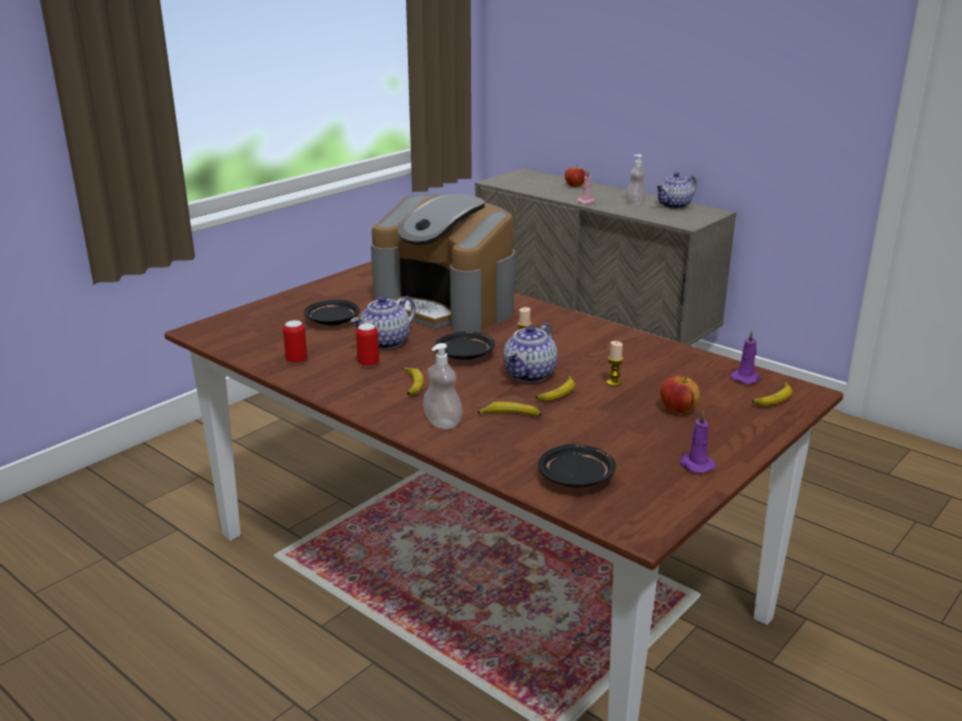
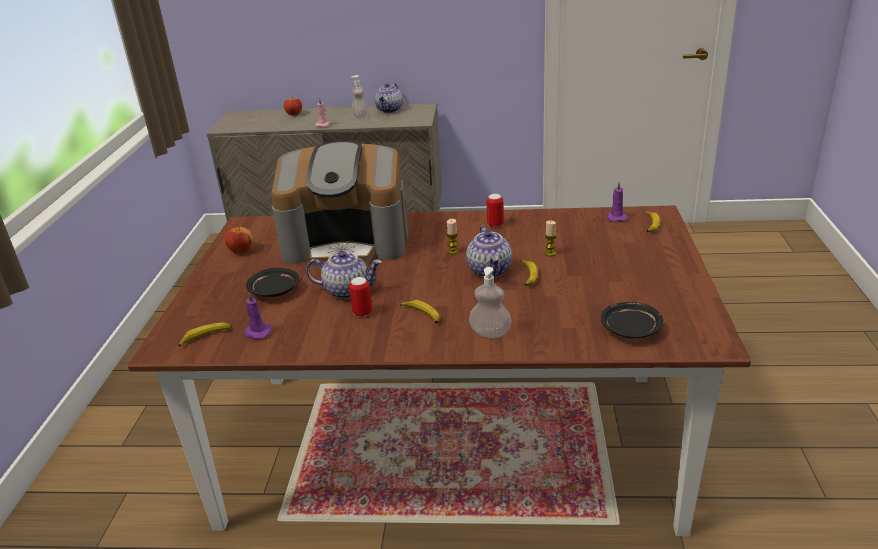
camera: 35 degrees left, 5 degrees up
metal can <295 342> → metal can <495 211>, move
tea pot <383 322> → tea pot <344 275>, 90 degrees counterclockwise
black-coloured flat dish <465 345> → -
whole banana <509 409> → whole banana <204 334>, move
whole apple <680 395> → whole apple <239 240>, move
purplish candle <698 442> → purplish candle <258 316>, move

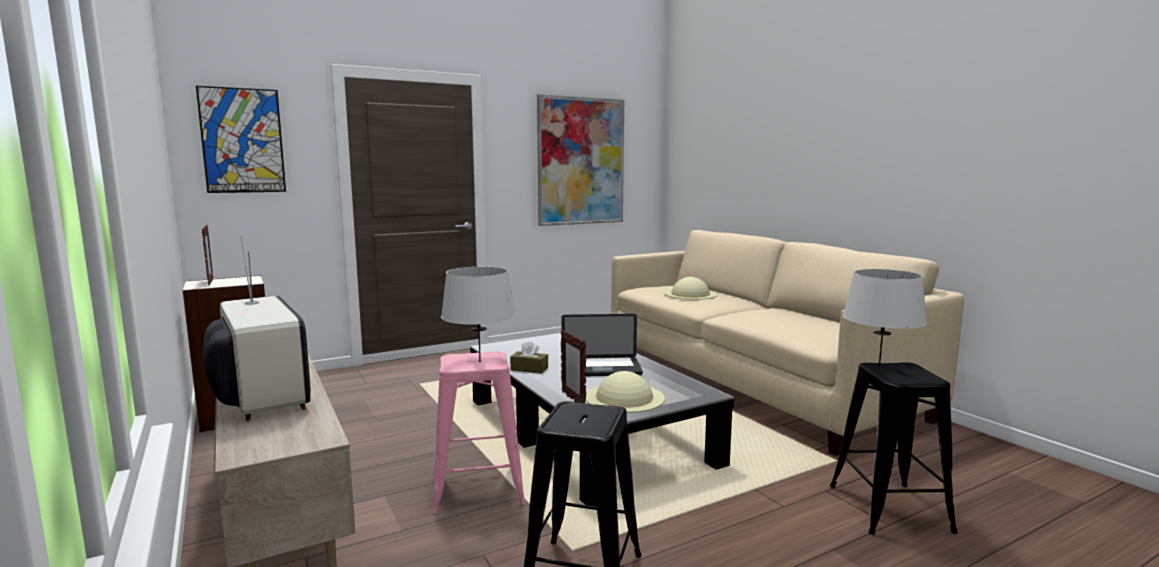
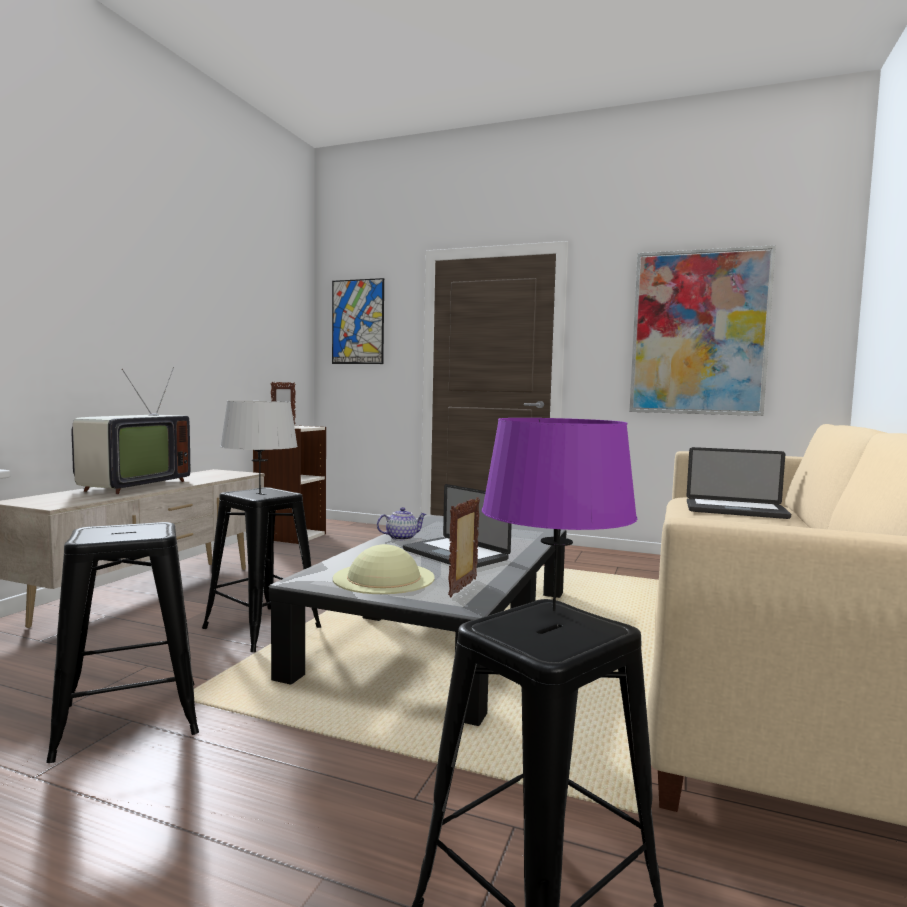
camera: 50 degrees right, 5 degrees down
pink-coloured stool <479 433> → black-coloured stool <261 569>
brown tissue holder <529 357> → tea pot <401 523>
standing frame <573 366> → standing frame <464 547>, move
beige-coloured wearable hat <691 288> → portable computer <738 483>
grey tabletop lamp <885 318> → purplish tabletop lamp <559 514>

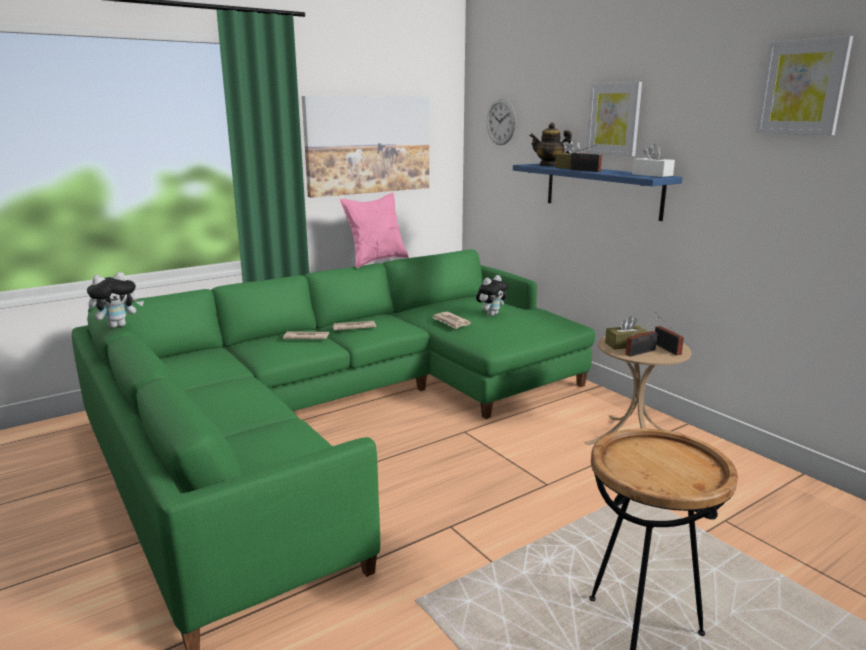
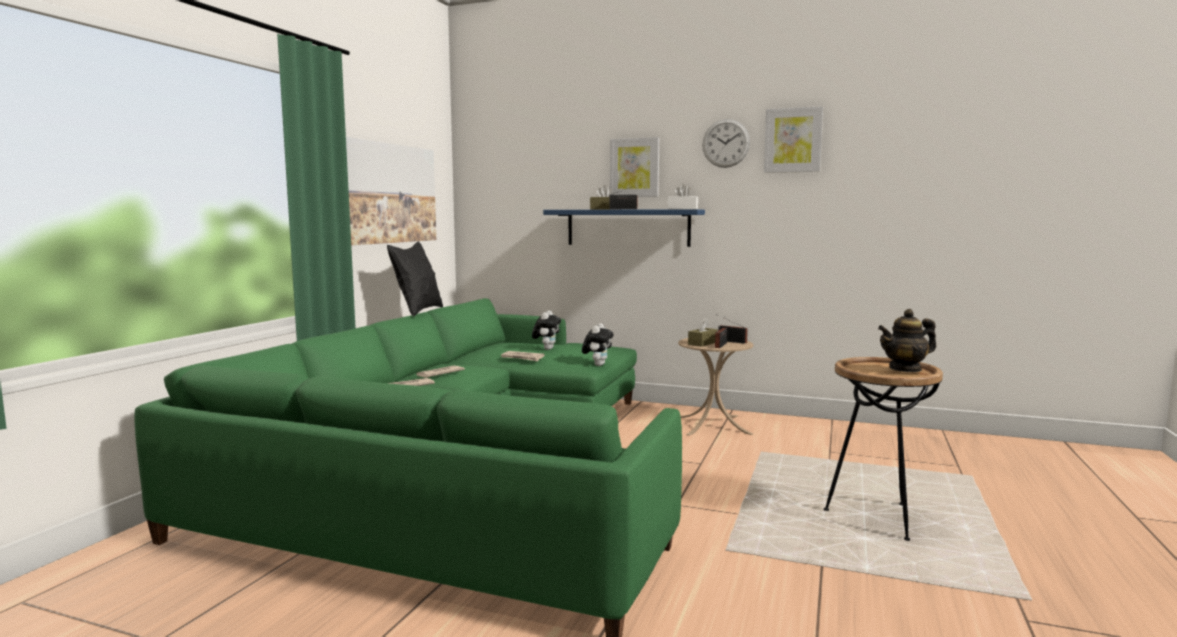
camera: 35 degrees left, 10 degrees down
plush toy <115 300> → plush toy <598 344>, move
pink-coloured throw pillow <374 230> → black-coloured throw pillow <415 279>
hanging clock <501 122> → hanging clock <726 143>, move
tea pot <551 144> → tea pot <907 340>, move

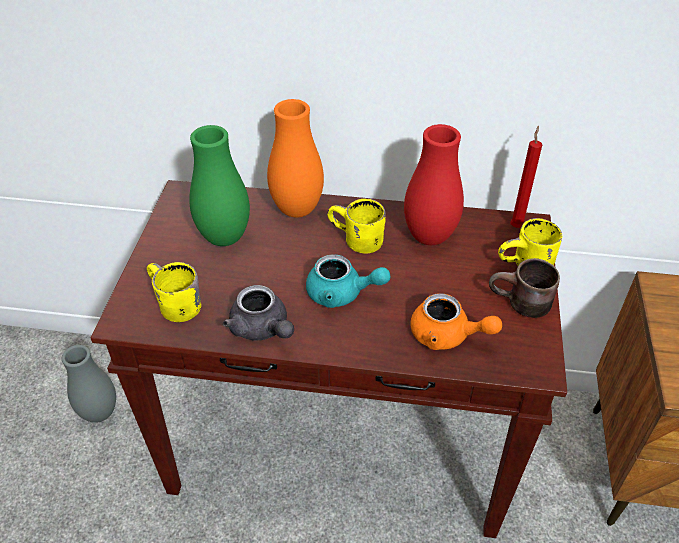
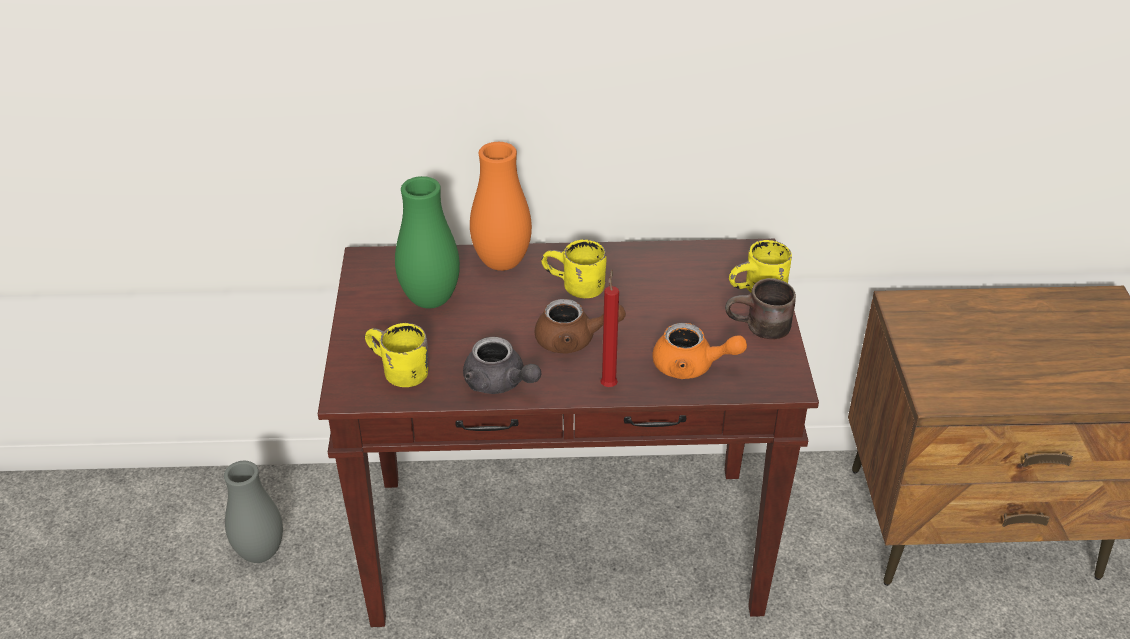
camera: 10 degrees left, 5 degrees down
turquoise tea pot <348 281> → brown tea pot <580 326>
red-coloured vase <434 184> → -
red-coloured candle <526 177> → red-coloured candle <609 328>, move

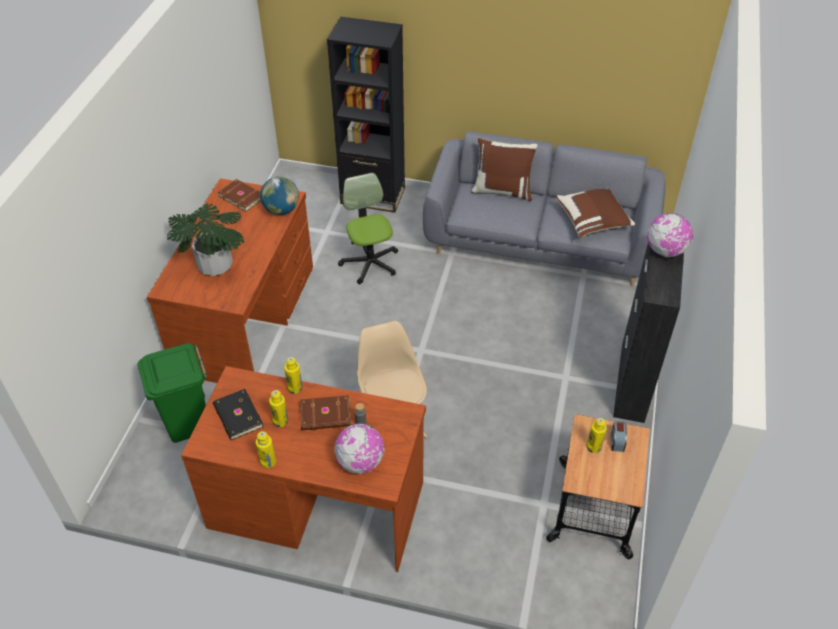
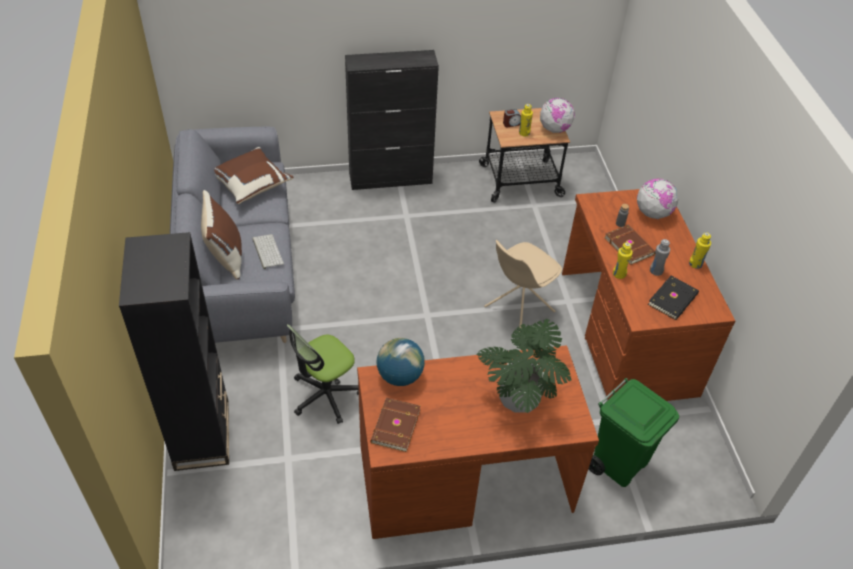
camera: 115 degrees left, 0 degrees up
yellow-coloured beverage bottle <278 408> → grey beverage bottle <660 257>
world globe <670 235> → world globe <557 115>, move
- → keyboard <268 251>

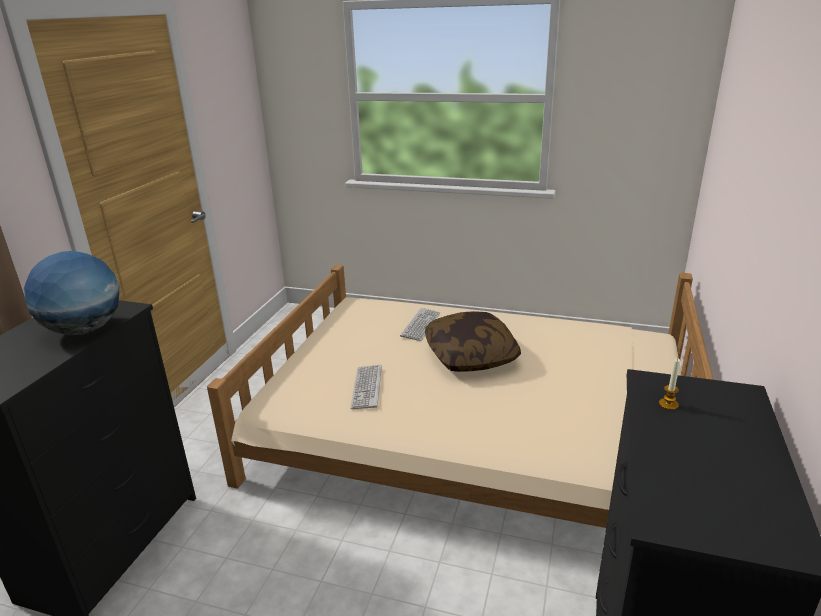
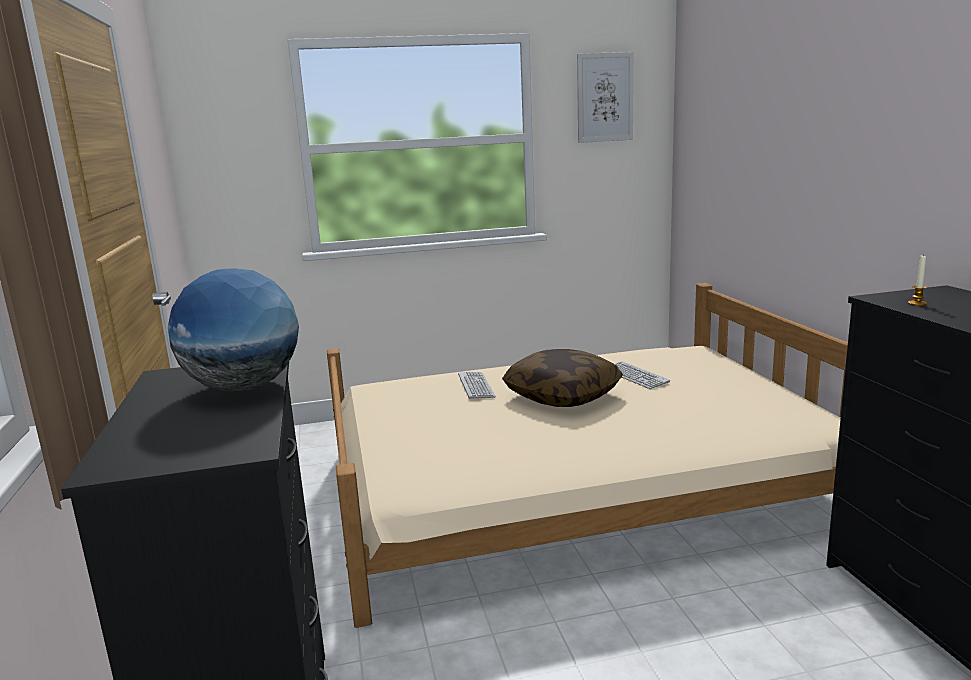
camera: 30 degrees left, 10 degrees down
keyboard <366 387> → keyboard <642 375>, move
- → picture <605 97>

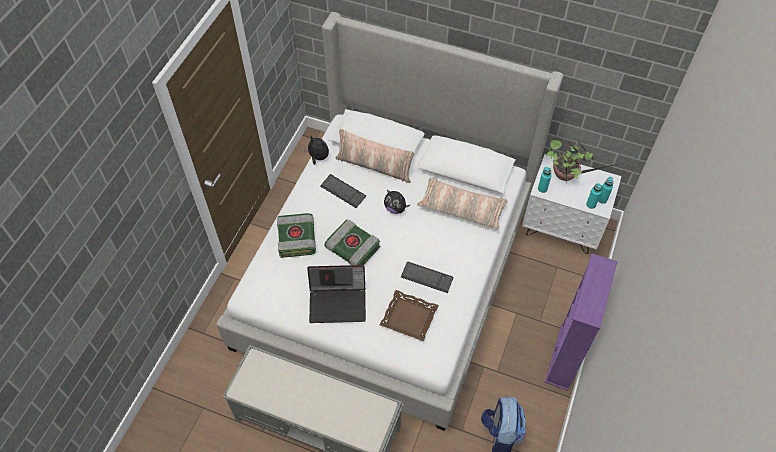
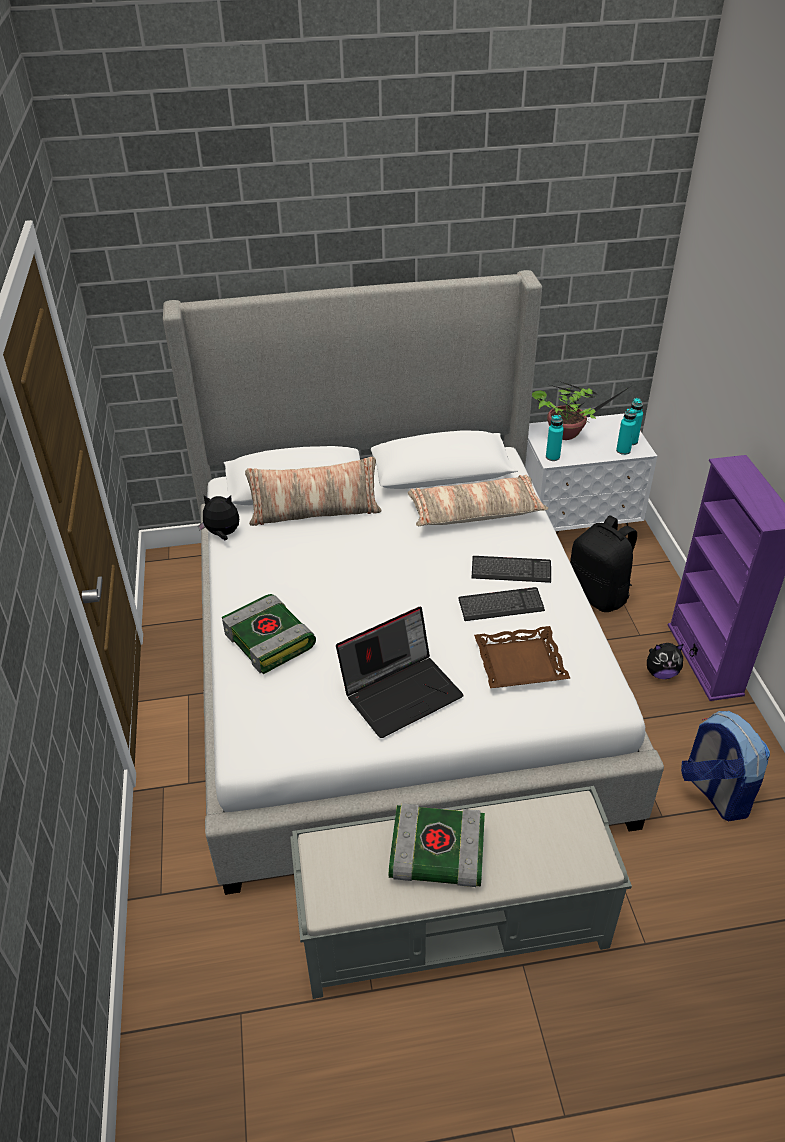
camera: 30 degrees left, 15 degrees down
keyboard <343 191> → keyboard <511 569>, move
book <352 242> → book <437 845>, move
plush toy <397 202> → plush toy <665 661>, move
- → black-coloured rucksack <603 563>

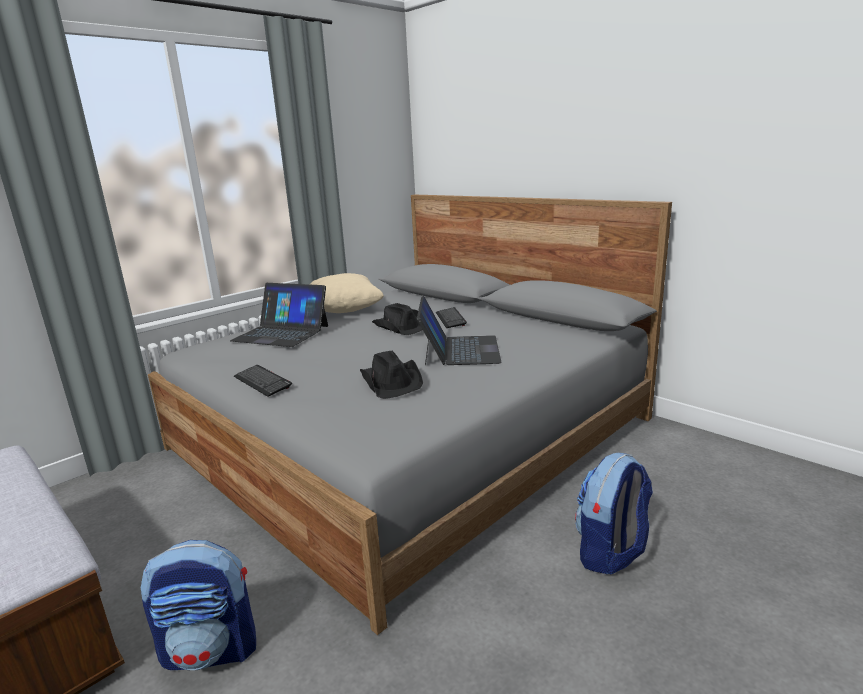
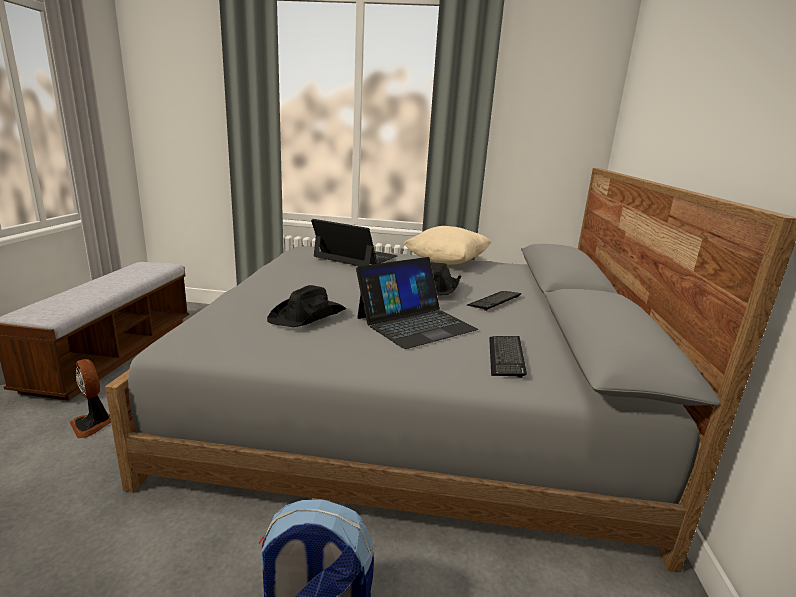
camera: 50 degrees right, 0 degrees up
rucksack <198 605> → electric fan <90 398>
portable computer <279 315> → portable computer <354 242>, 135 degrees clockwise
keyboard <263 381> → keyboard <508 357>, move

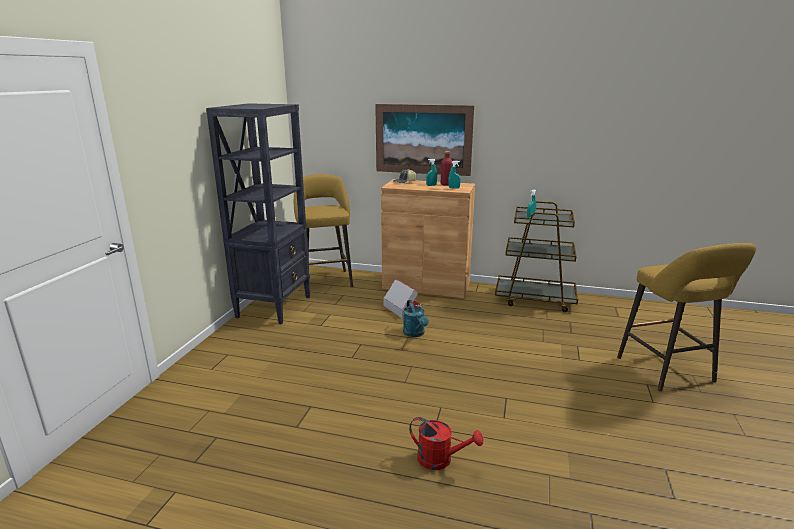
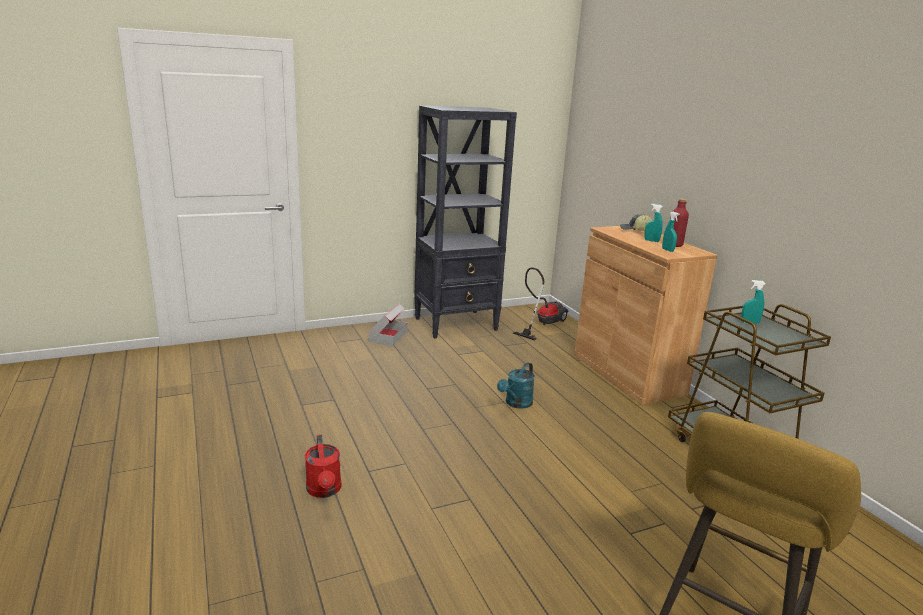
camera: 50 degrees right, 0 degrees up
yellow-coloured stool <323 230> → vacuum <541 304>
picture <424 140> → -
carton <402 299> → carton <388 325>, move

